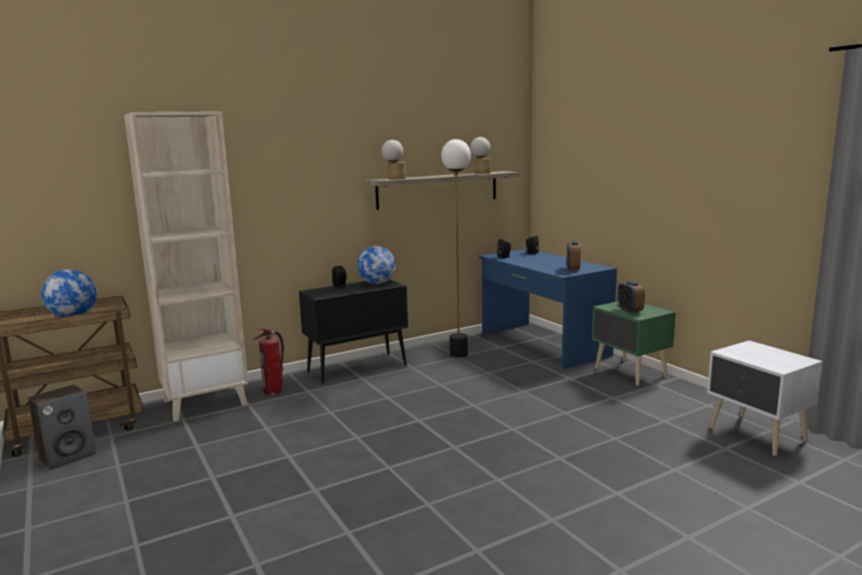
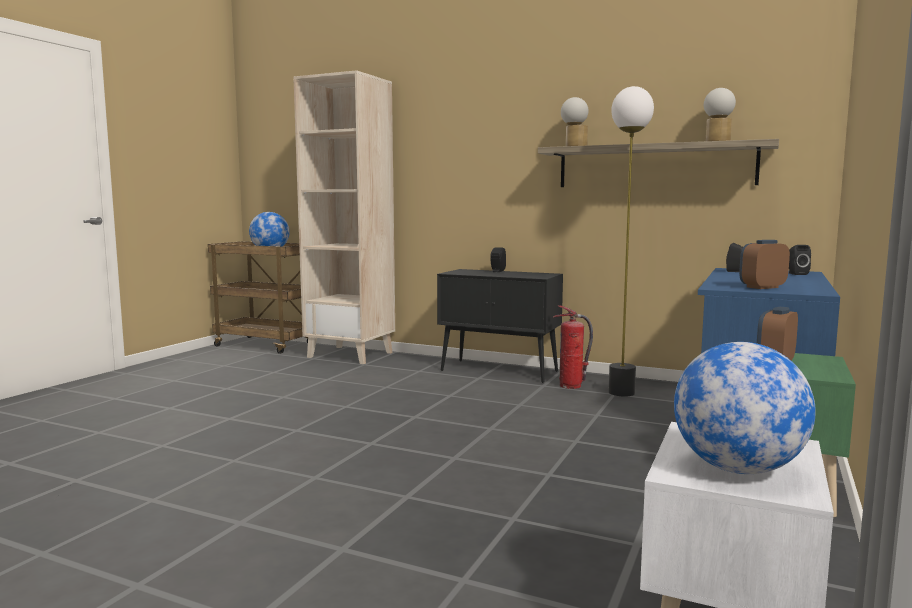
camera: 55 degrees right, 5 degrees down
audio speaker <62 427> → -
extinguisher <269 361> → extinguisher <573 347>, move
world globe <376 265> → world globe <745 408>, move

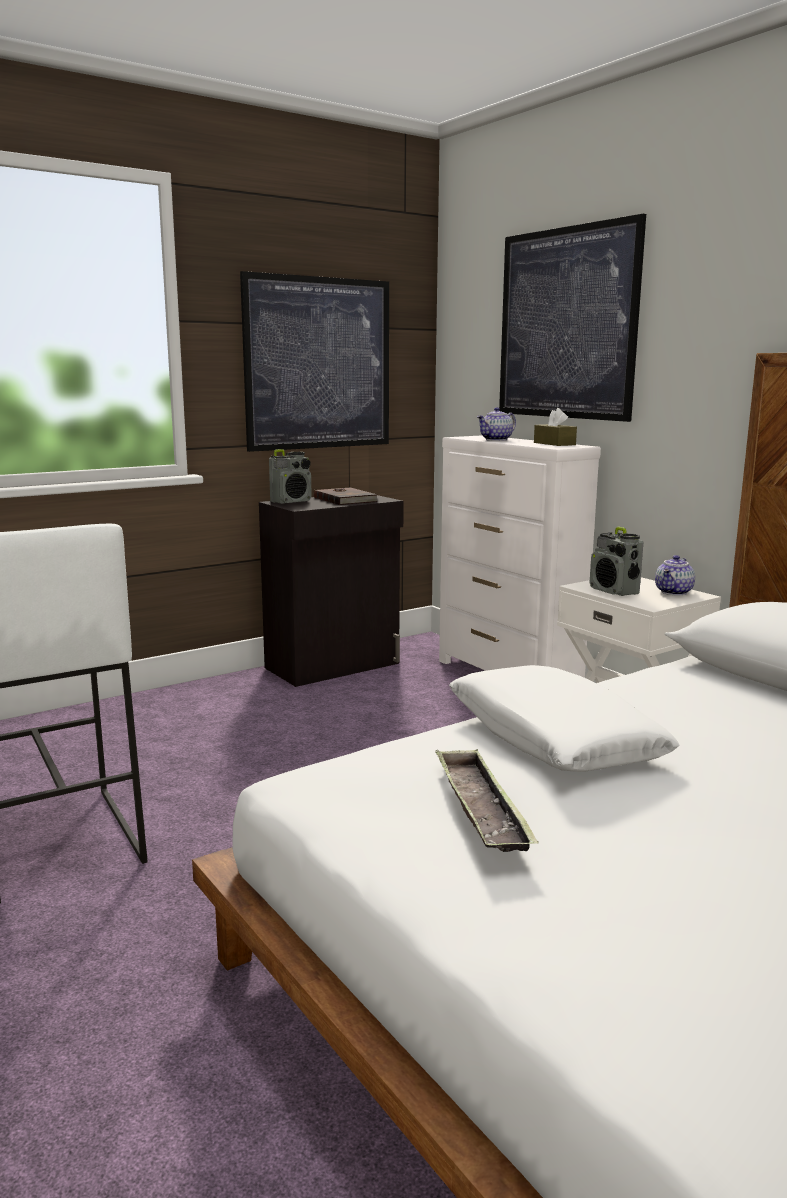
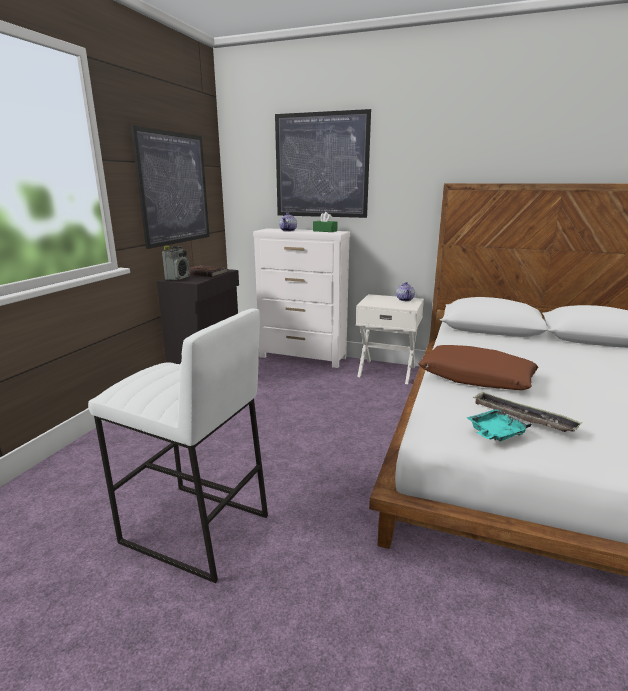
camera: 35 degrees left, 5 degrees up
whitish throw pillow <564 718> → brown throw pillow <478 367>
brown tissue holder <555 427> → green tissue holder <325 222>
radio <616 561> → -
- → turquoise carrying tray <499 425>

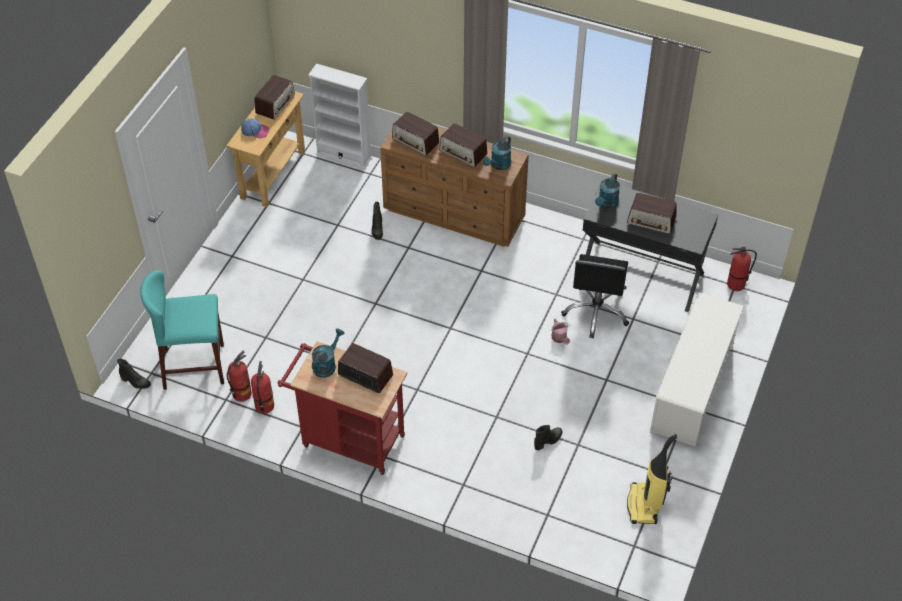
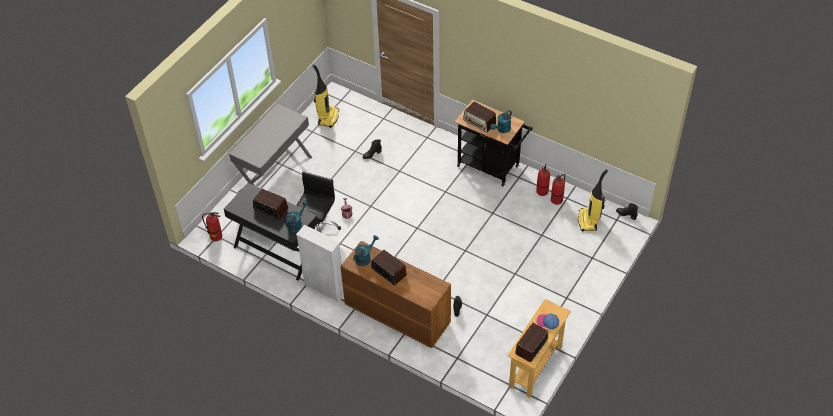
camera: 170 degrees left, 0 degrees up
turquoise stool <182 330> → vacuum <593 200>
red-coloured trolley <343 408> → black-coloured trolley <494 143>
whitish shelving unit <340 116> → whitish shelving unit <320 263>, move
radio <415 134> → -
whitish shoe rack <697 369> → grey desk <270 148>

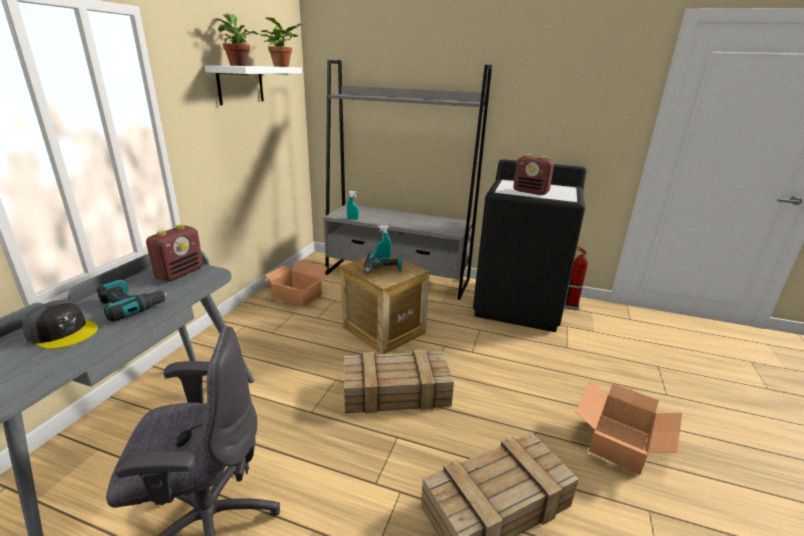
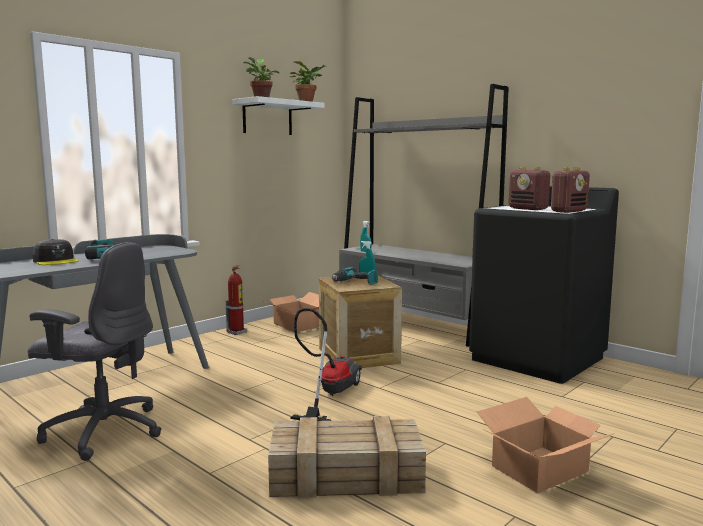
camera: 25 degrees right, 15 degrees down
radio <174 253> → radio <570 190>, move
shipping crate <399 381> → vacuum <326 364>
extinguisher <576 278> → extinguisher <236 300>, move

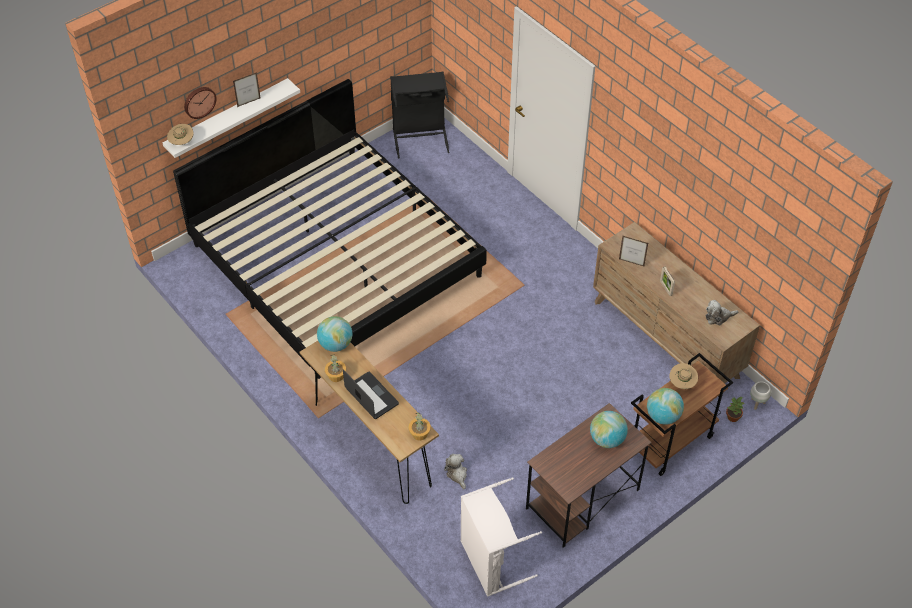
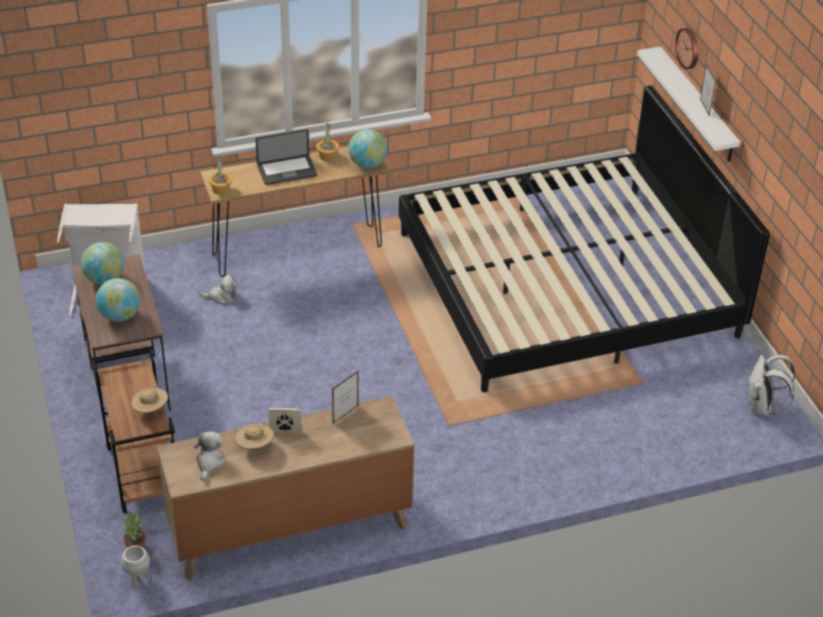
camera: 110 degrees right, 10 degrees down
beige-coloured wearable hat <180 134> → beige-coloured wearable hat <255 437>, move
black-coloured washing basket <420 114> → whitish rucksack <771 385>
world globe <665 406> → world globe <102 263>, move

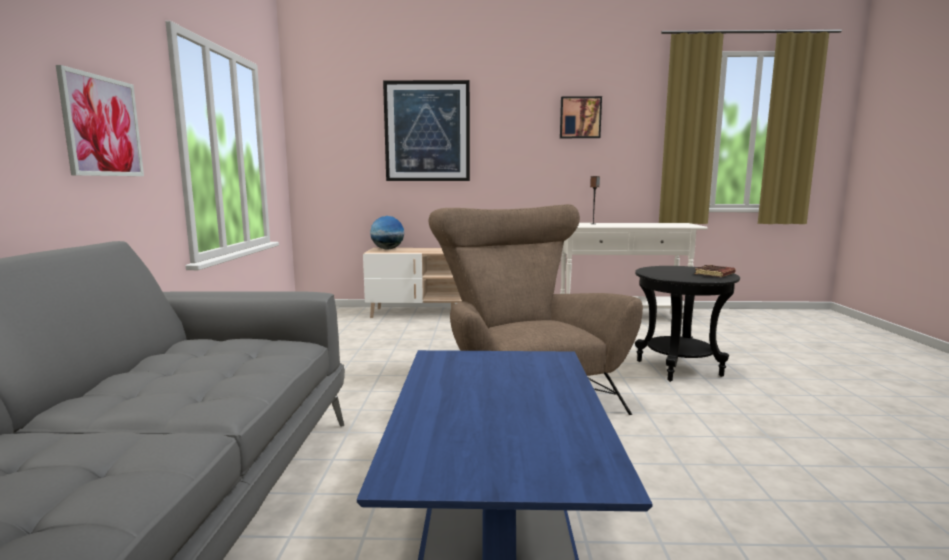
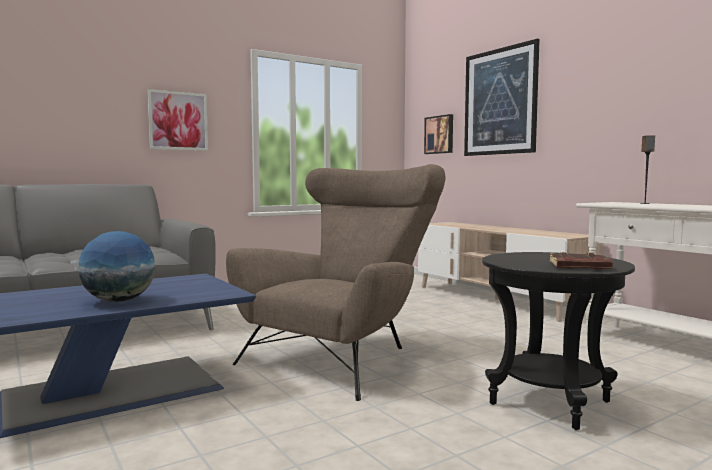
camera: 55 degrees right, 5 degrees down
world globe <387 233> → world globe <117 266>, move
picture <581 117> → picture <438 134>, move

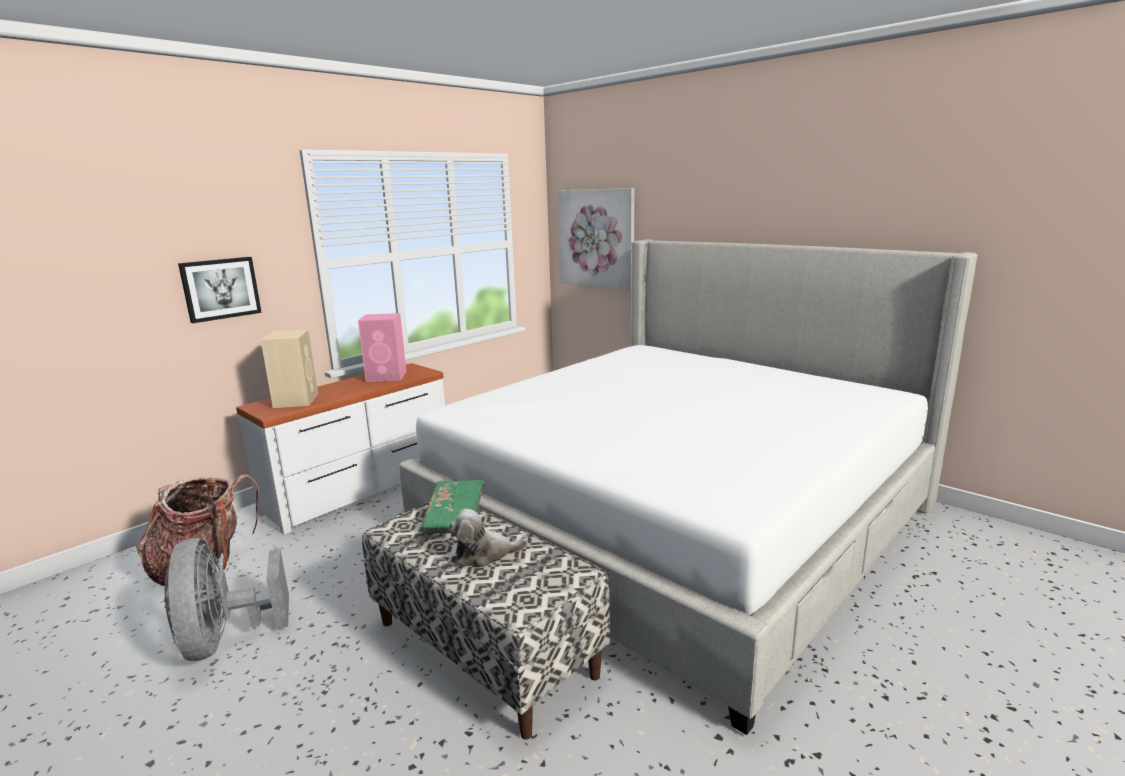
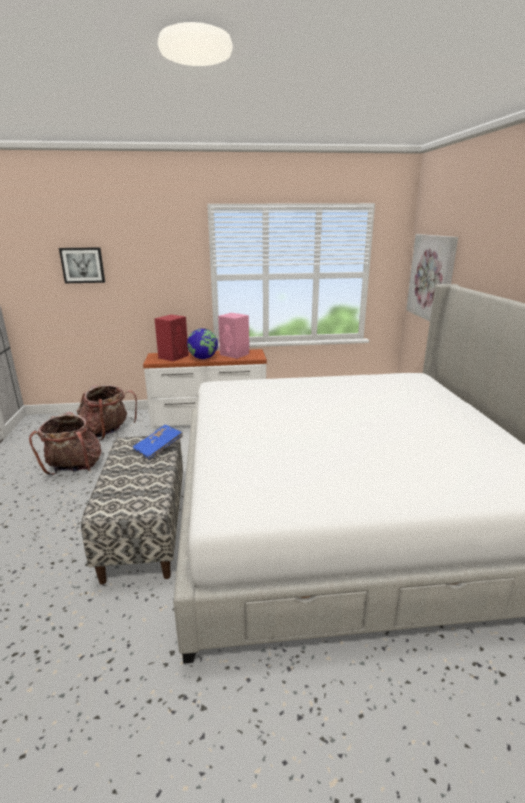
camera: 40 degrees right, 5 degrees up
grey electric fan <226 599> → rucksack <65 443>
picture <220 290> → picture <82 265>, move
beige-coloured audio speaker <289 368> → red-coloured audio speaker <171 338>
green book <452 507> → blue-coloured book <158 442>
plush toy <488 538> → -
- → world globe <202 343>

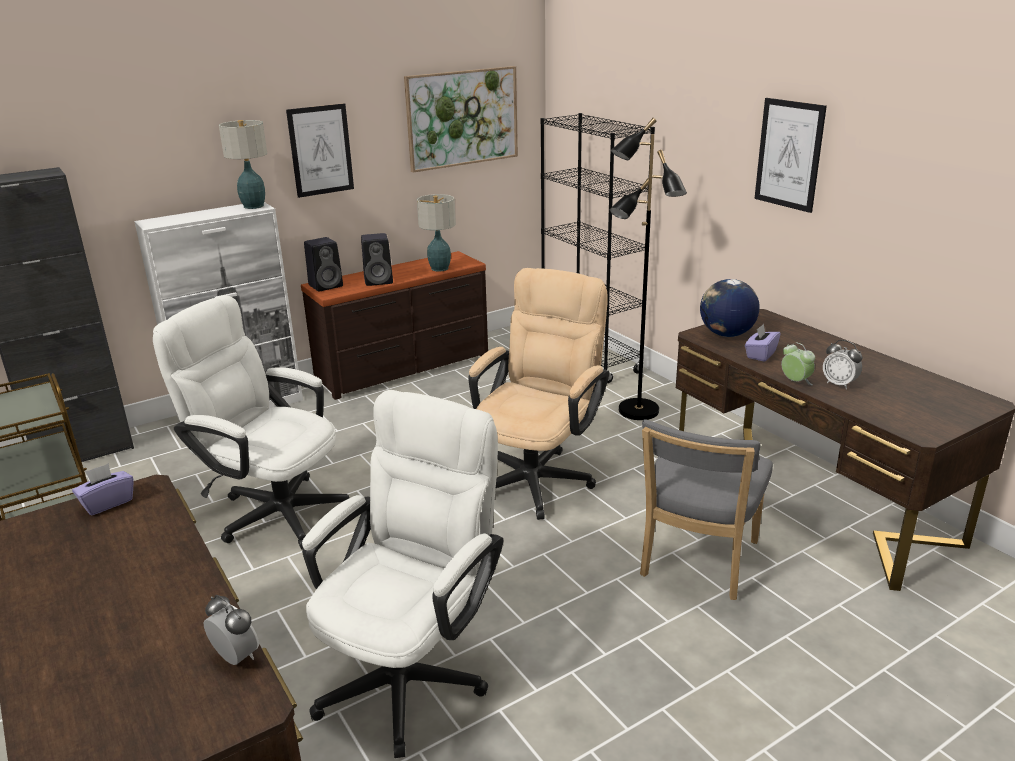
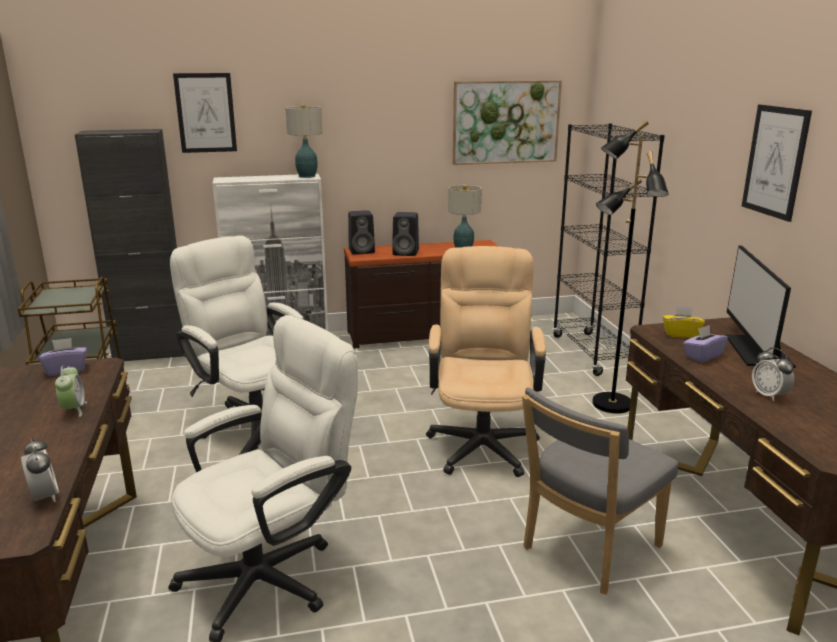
camera: 20 degrees right, 5 degrees down
picture <320 150> → picture <205 113>, move
beige-coloured computer chair <538 394> → beige-coloured computer chair <486 361>, 45 degrees counterclockwise
world globe <730 308> → yellow-coloured tissue holder <684 322>
alarm clock <798 363> → alarm clock <71 391>, move
- → computer display <760 307>

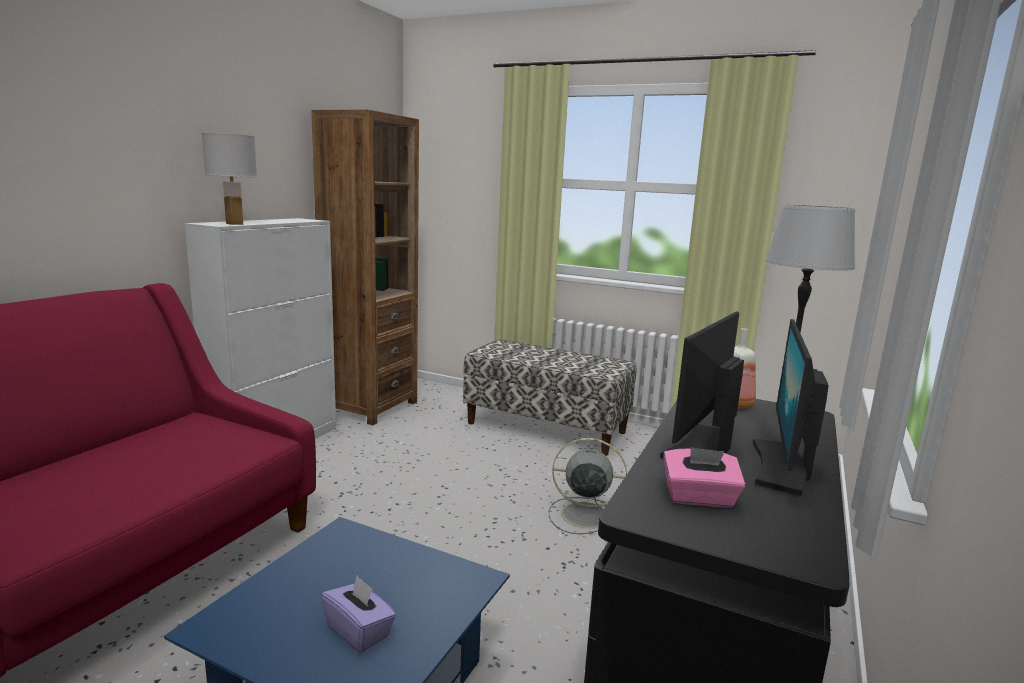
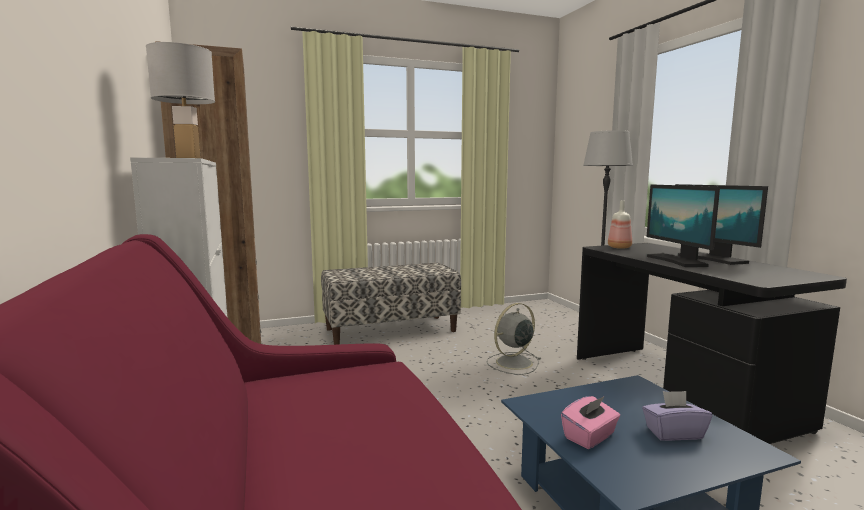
camera: 45 degrees left, 5 degrees down
pink-coloured tissue holder <704 477> → pink-coloured tissue holder <590 422>, move

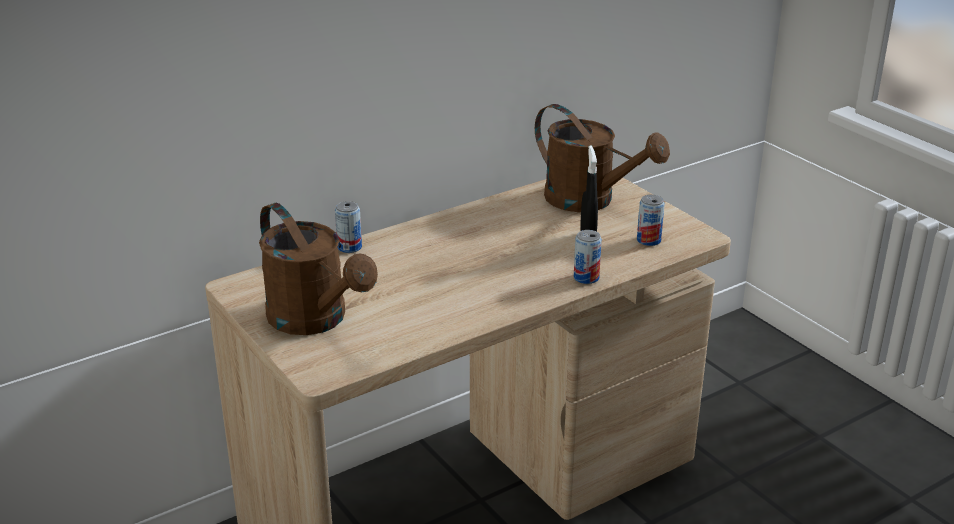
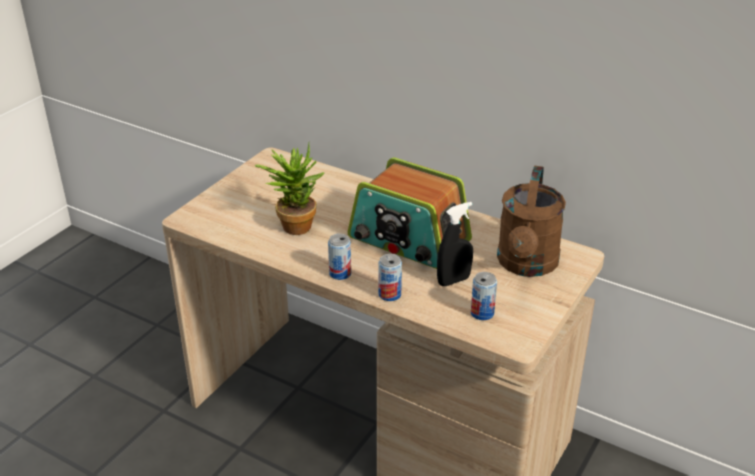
camera: 65 degrees right, 5 degrees up
brown sprinkling can <318 269> → -
metal can <348 227> → metal can <339 257>, move
- → potted plant <289 188>
- → radio <410 213>

